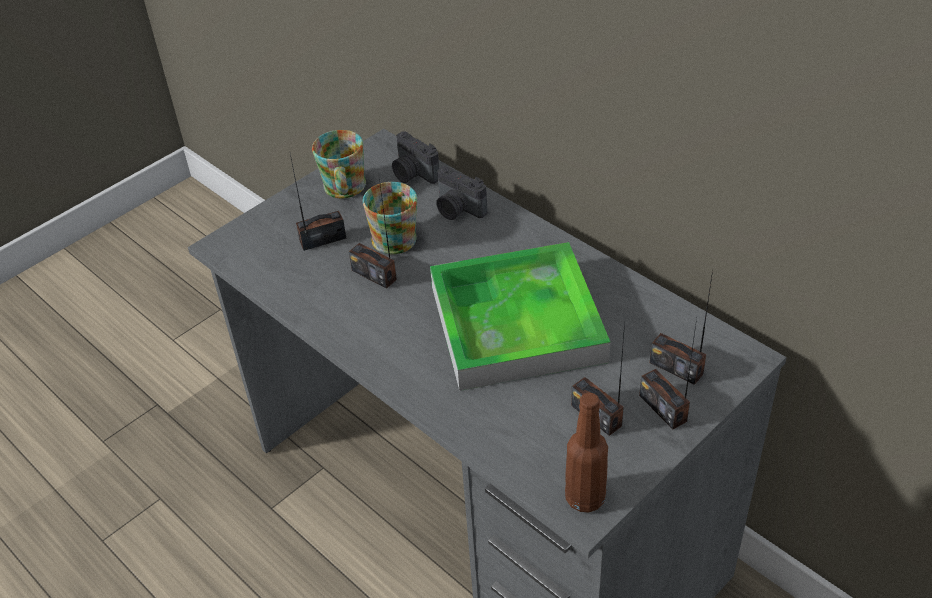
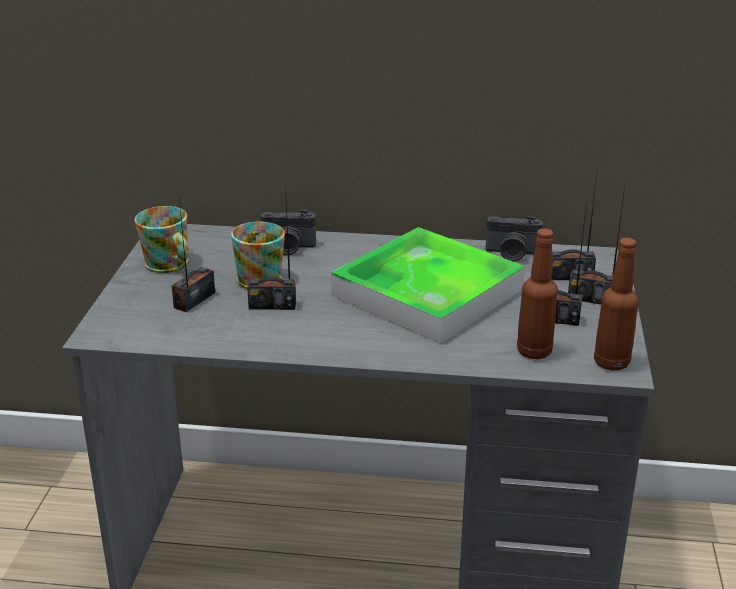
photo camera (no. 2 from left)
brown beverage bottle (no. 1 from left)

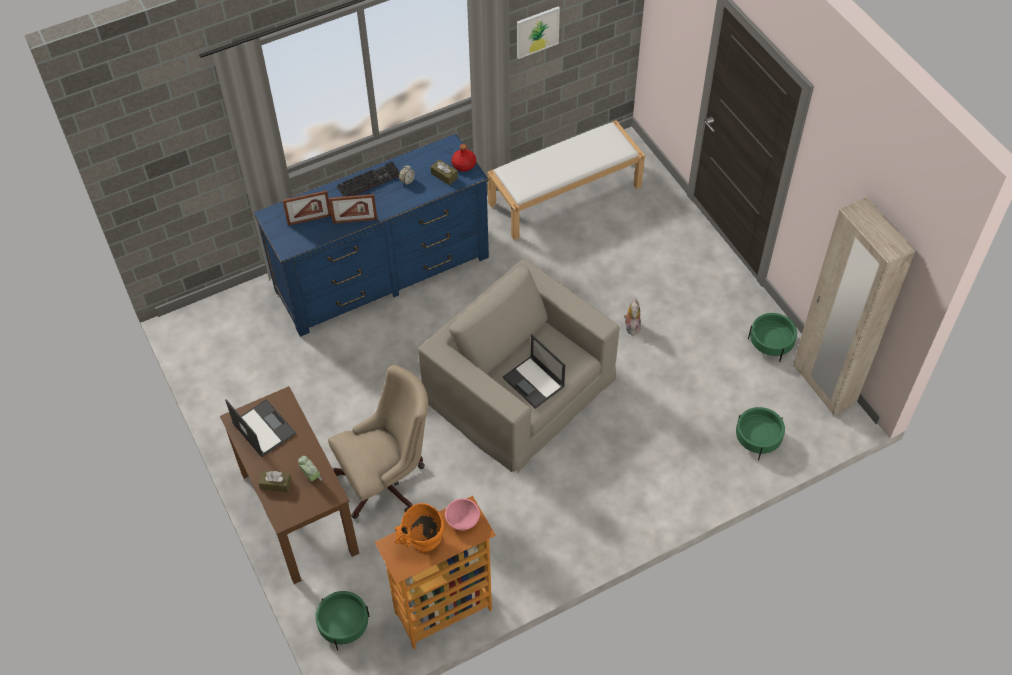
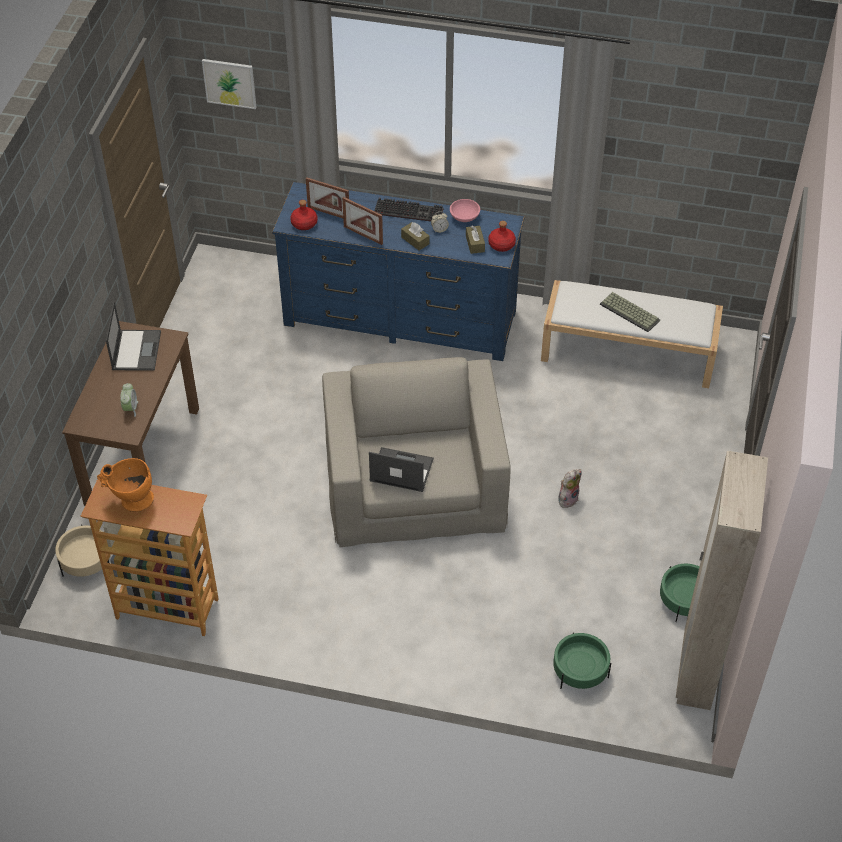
picture
laptop (no. 2 from left)
sand-coloured desk chair
brown tissue holder (no. 1 from left)
pink bowl
sand-coloured planter
red-coloured beverage bottle (no. 1 from left)
keyboard (no. 2 from left)

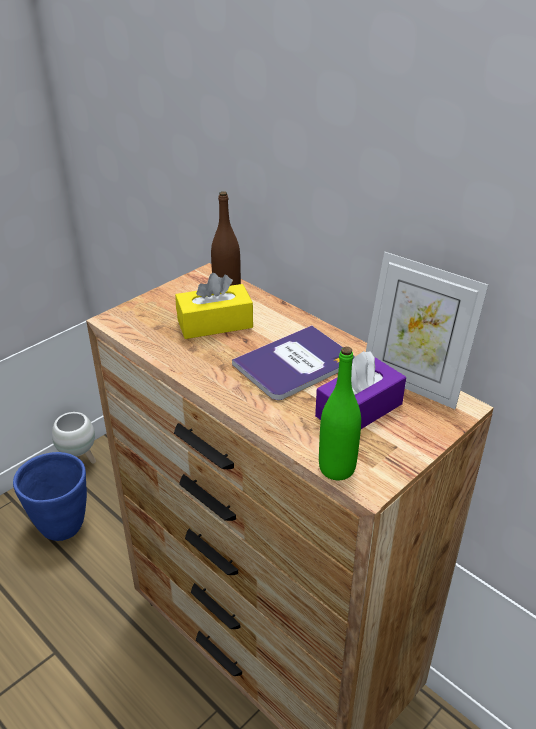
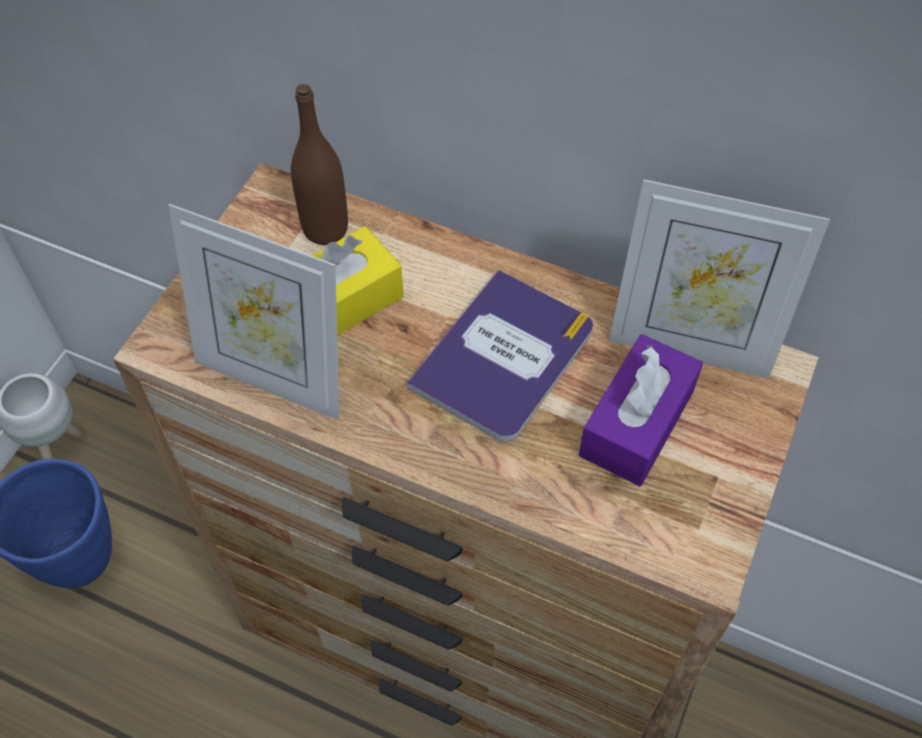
green beverage bottle
photo frame (no. 1 from left)

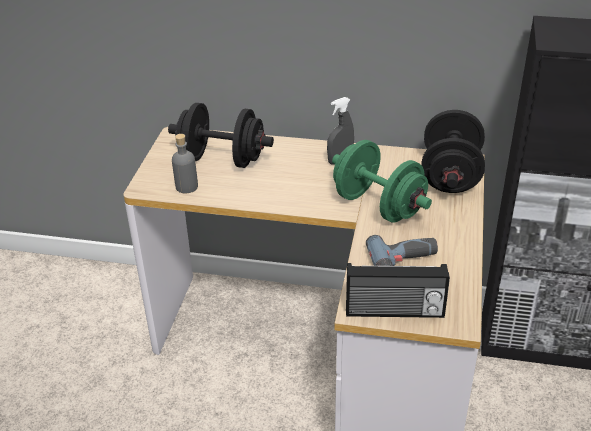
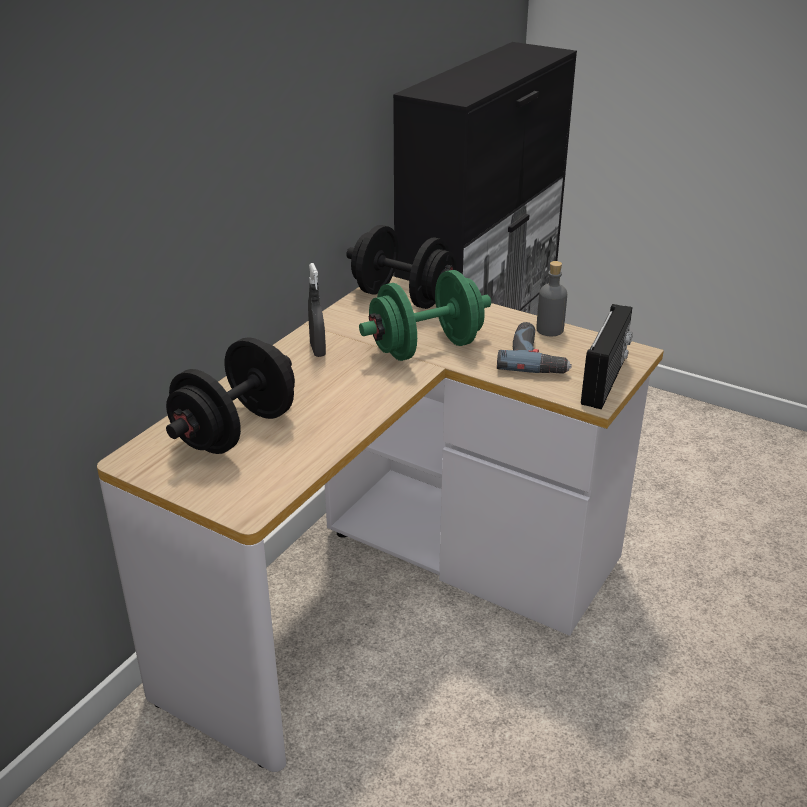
grey beverage bottle

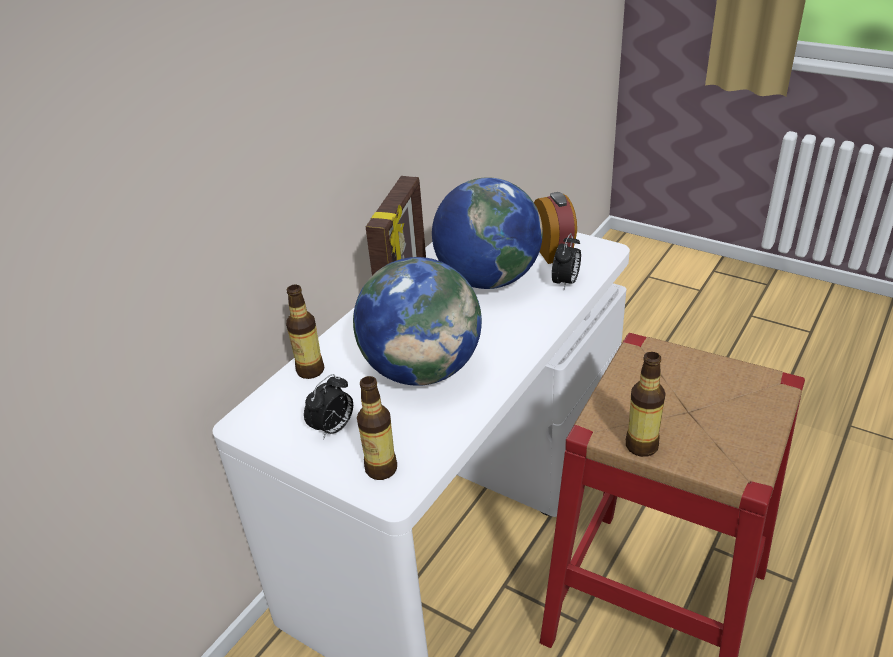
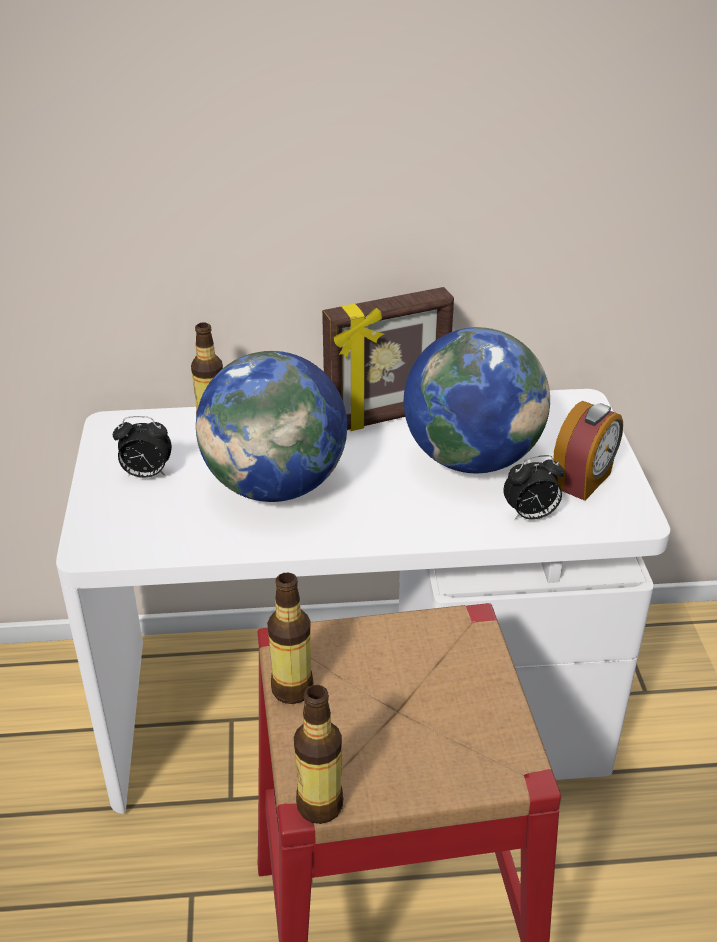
beverage bottle (no. 3 from left)

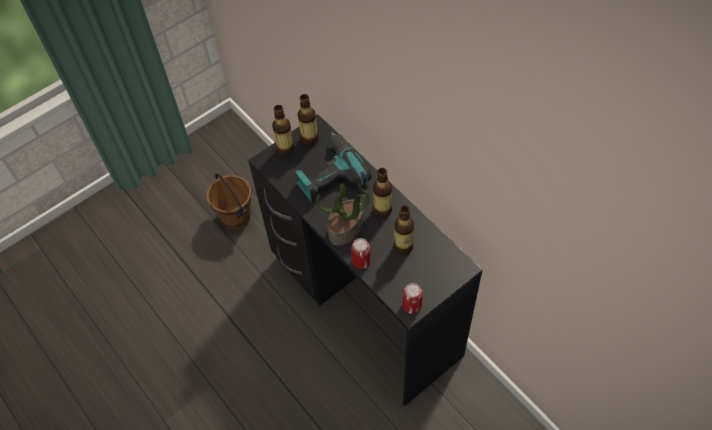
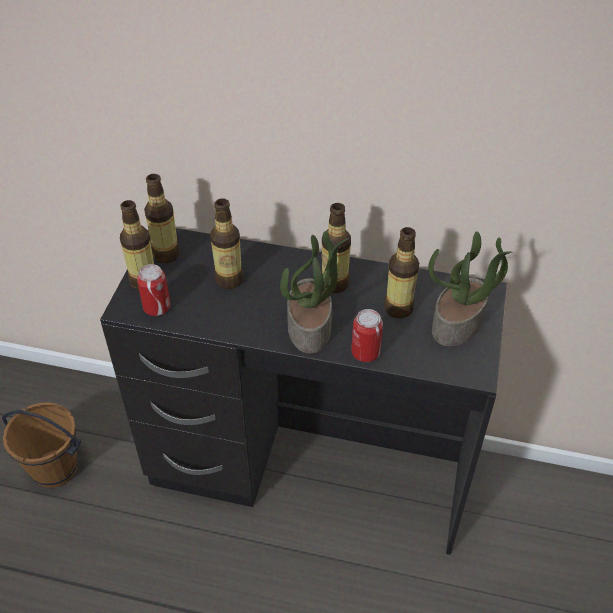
beverage bottle (no. 3 from left)
sealed can (no. 1 from left)
houseplant (no. 2 from left)

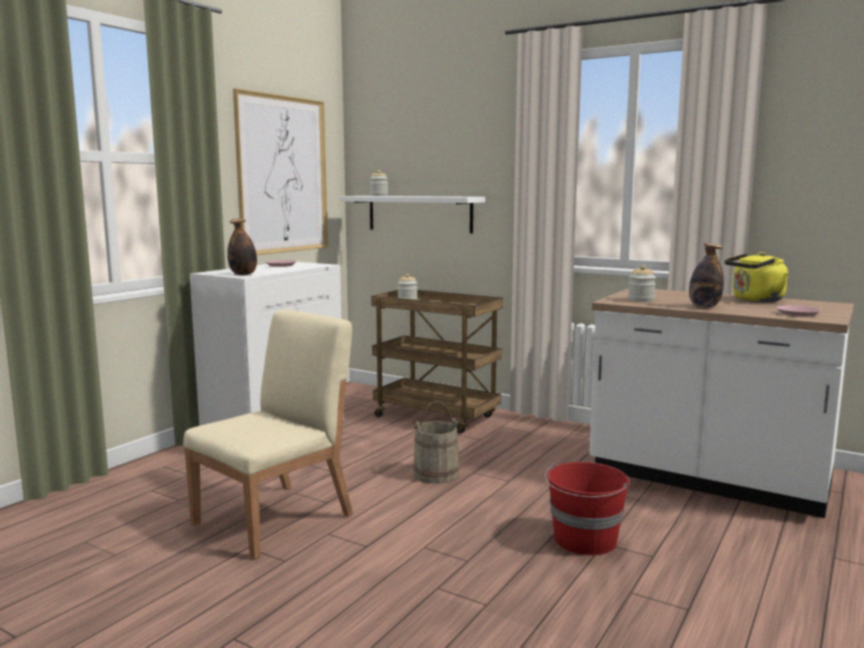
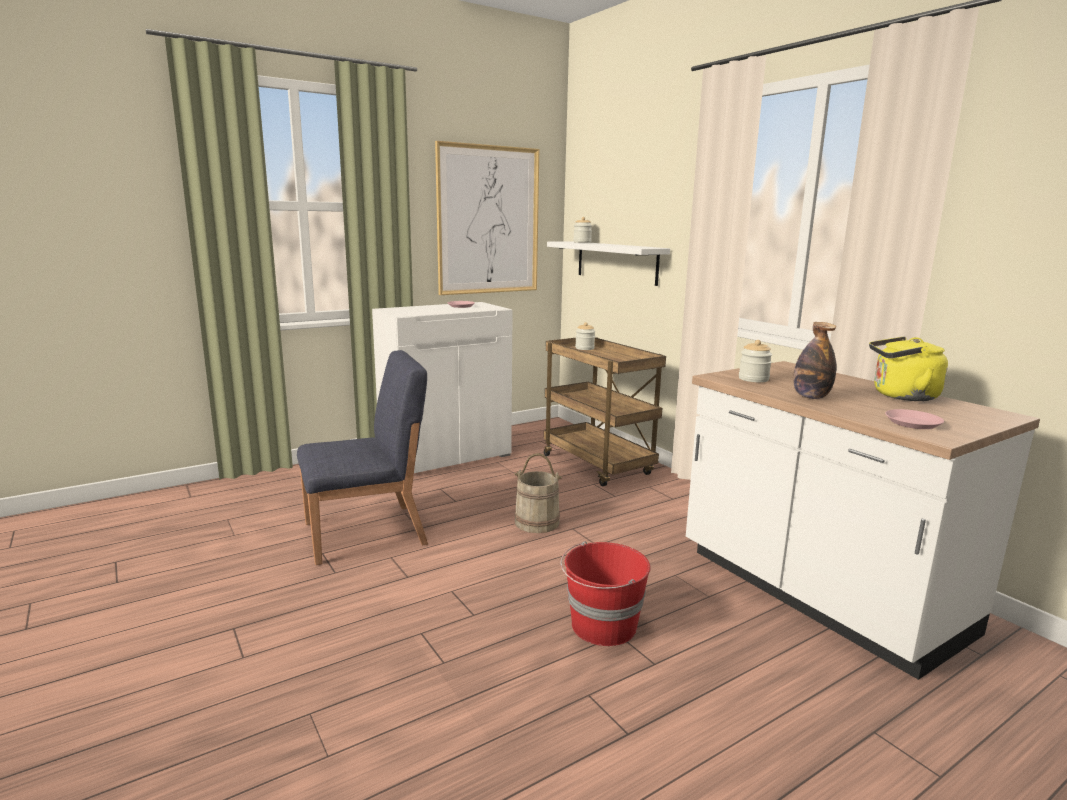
beverage bottle (no. 1 from left in the first image)
bluish chair

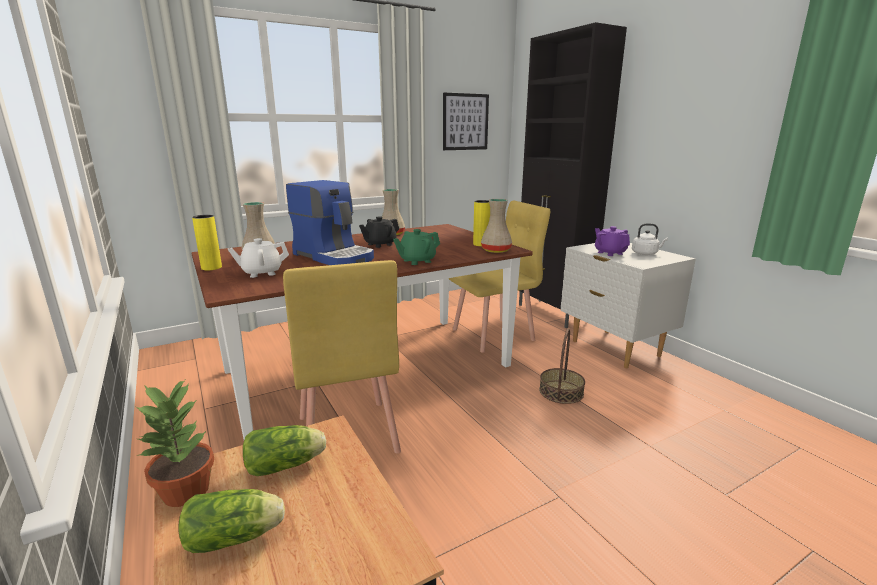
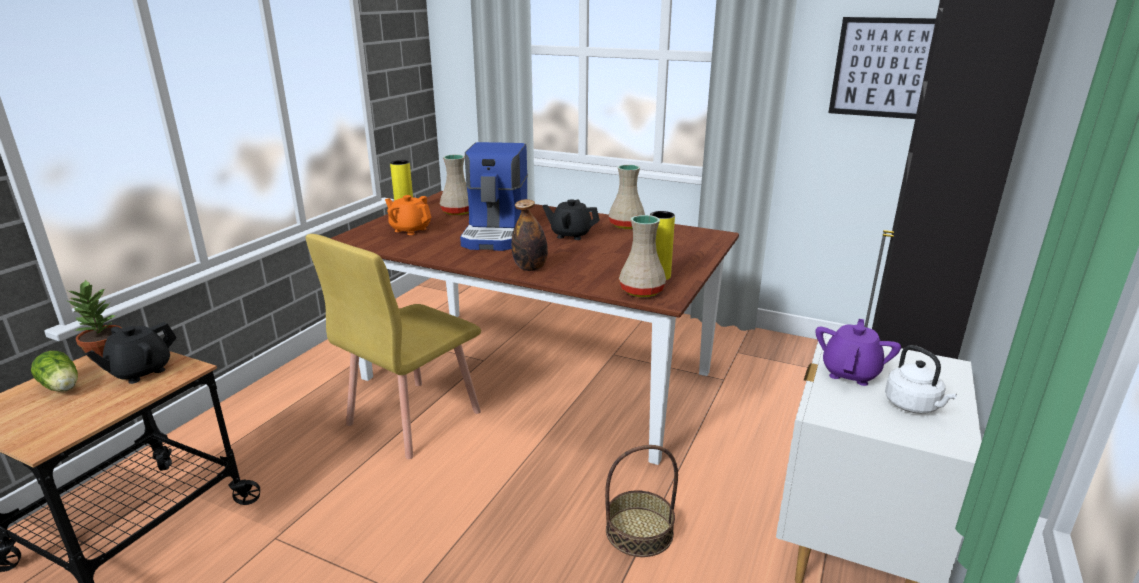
yellow-coloured chair (no. 2 from left in the first image)
beverage bottle
orange teapot
blackish teapot (no. 1 from left)

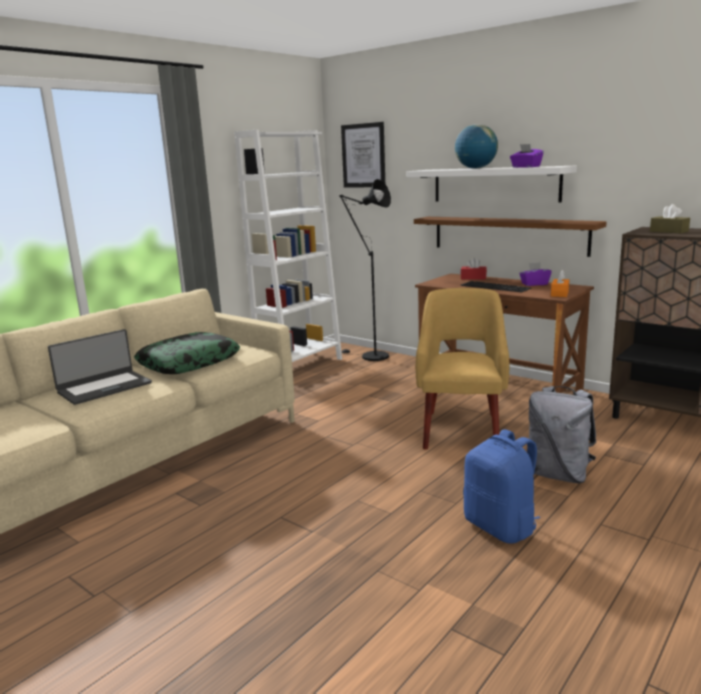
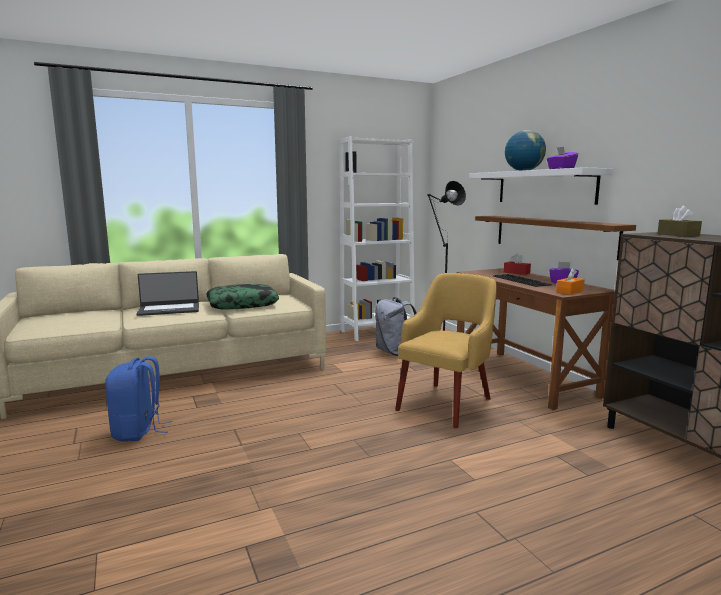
picture
grey rucksack
bluish rucksack

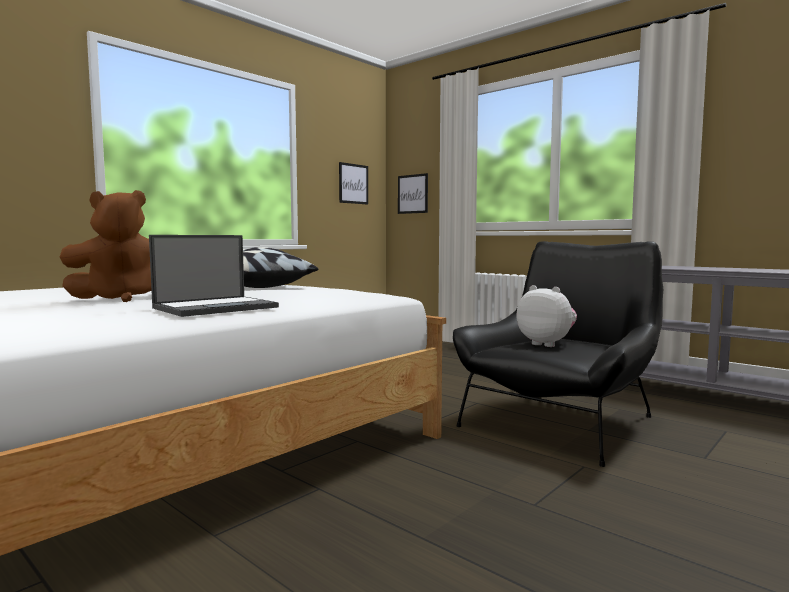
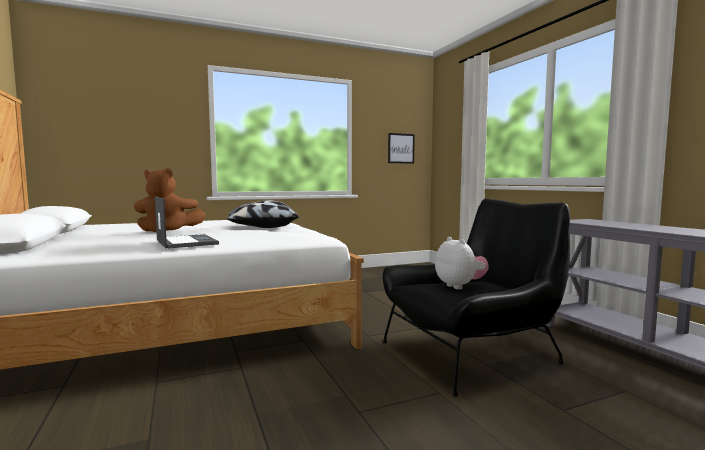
picture (no. 2 from left in the first image)
laptop

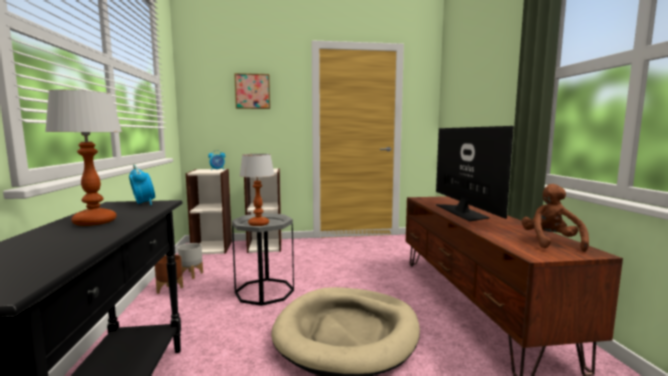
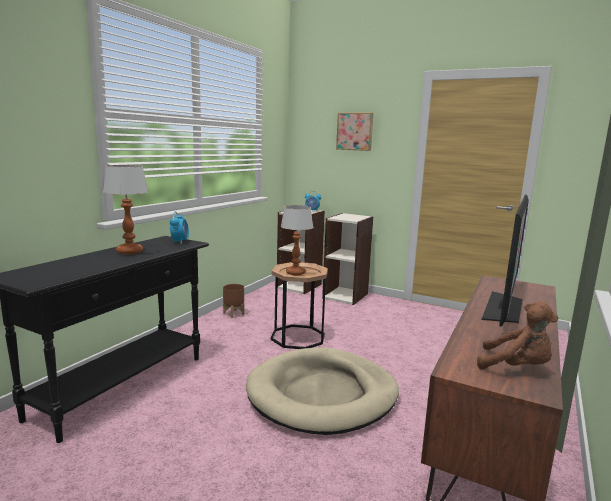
brown soft toy
brown side table
grey planter

